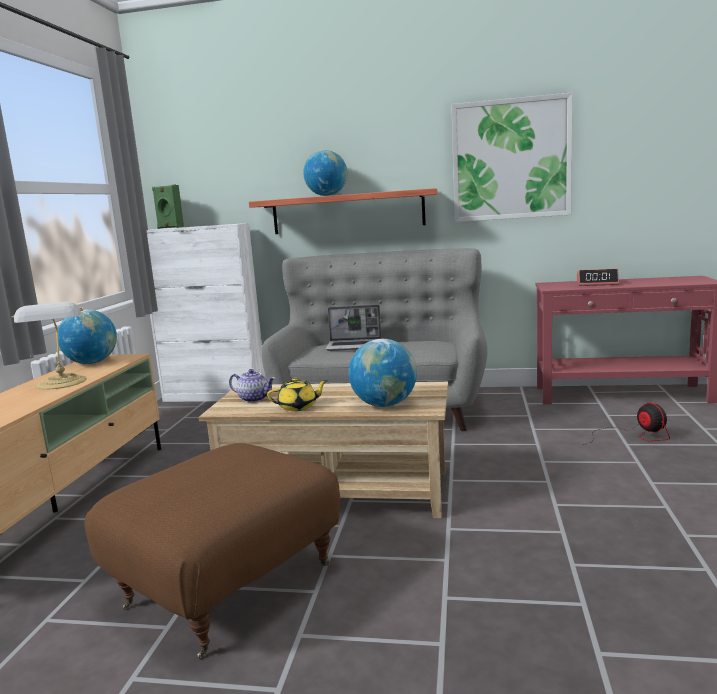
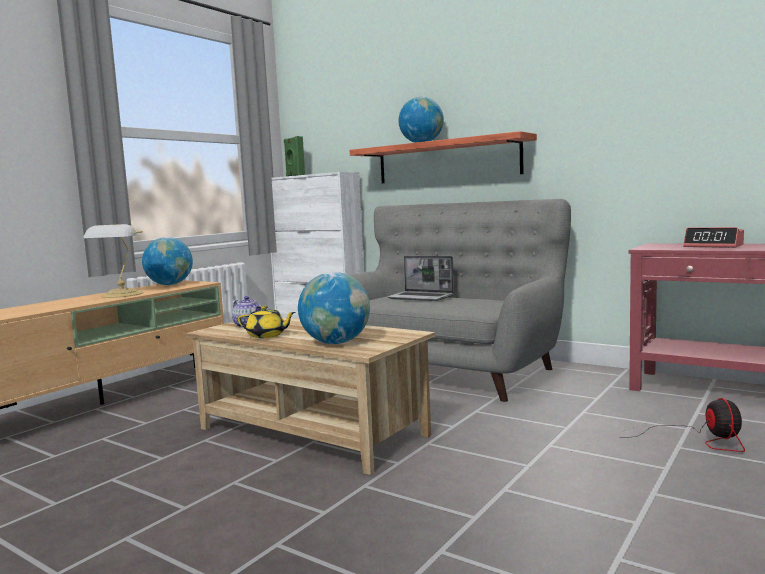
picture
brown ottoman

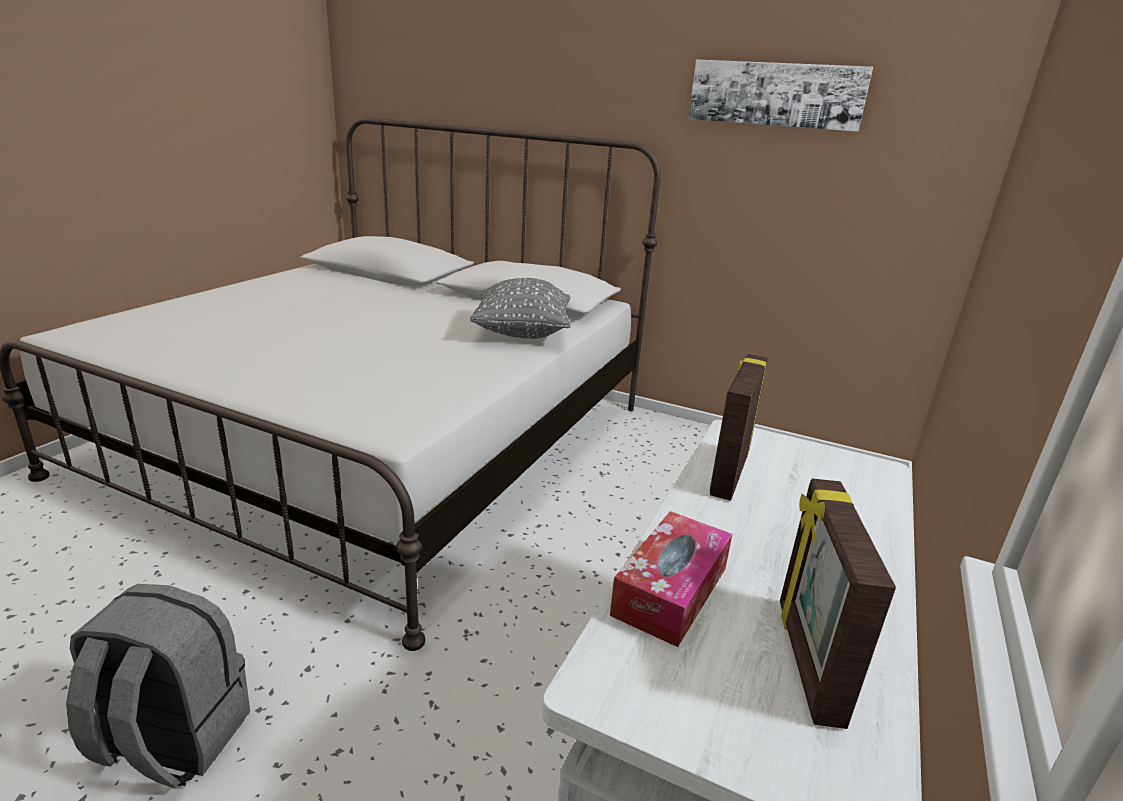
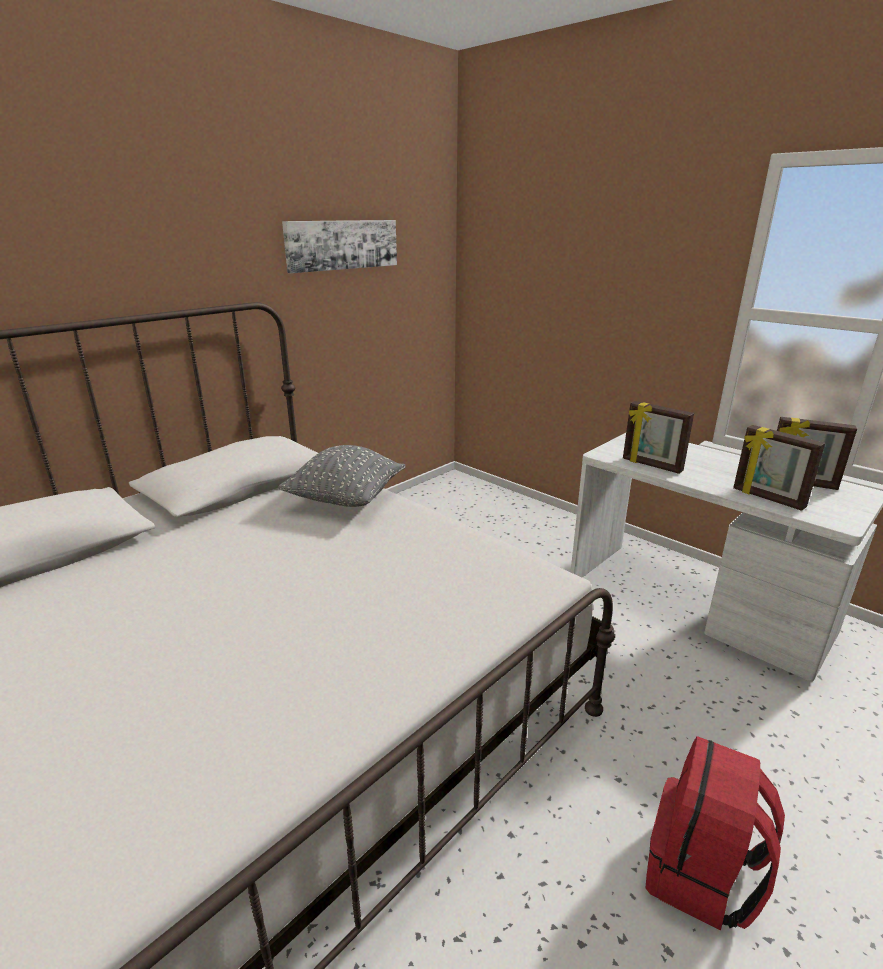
photo frame (no. 2 from left)
red-coloured rucksack

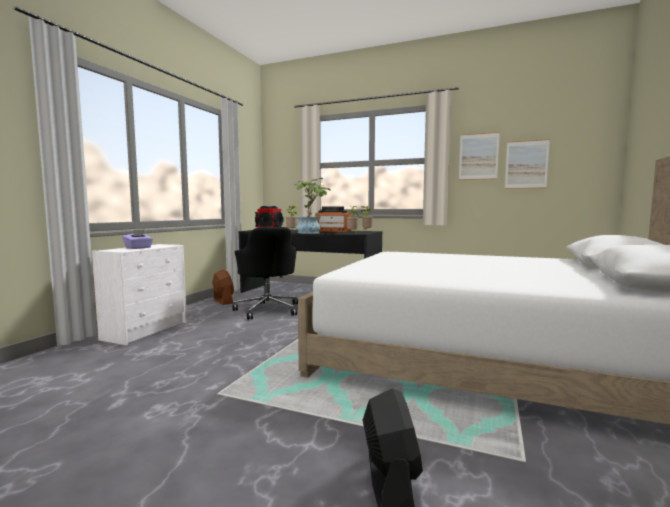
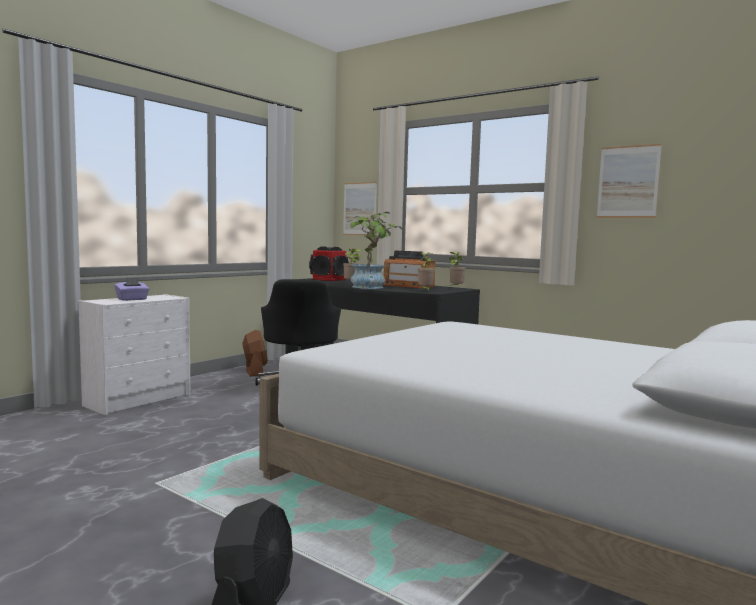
picture (no. 1 from left)

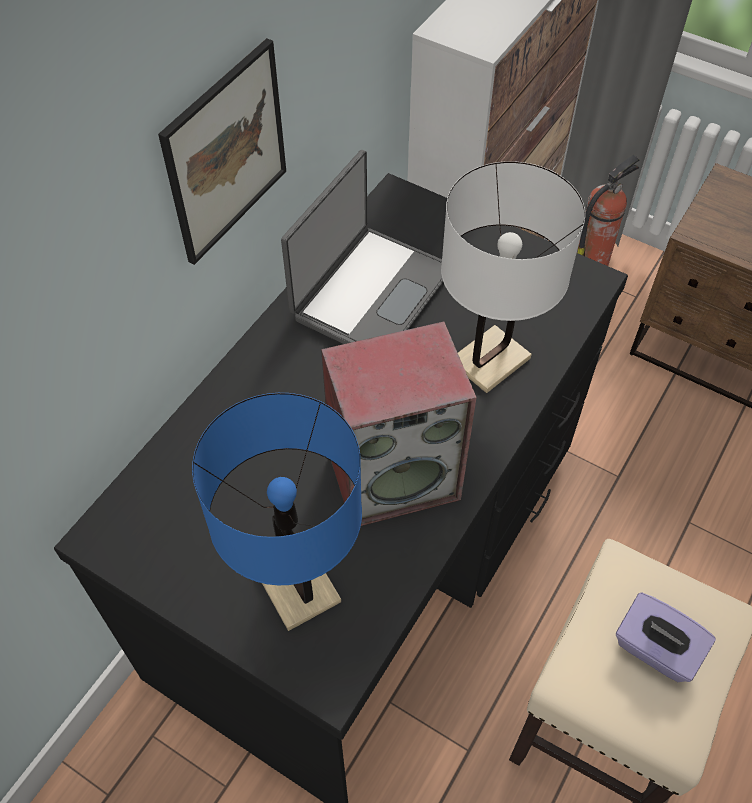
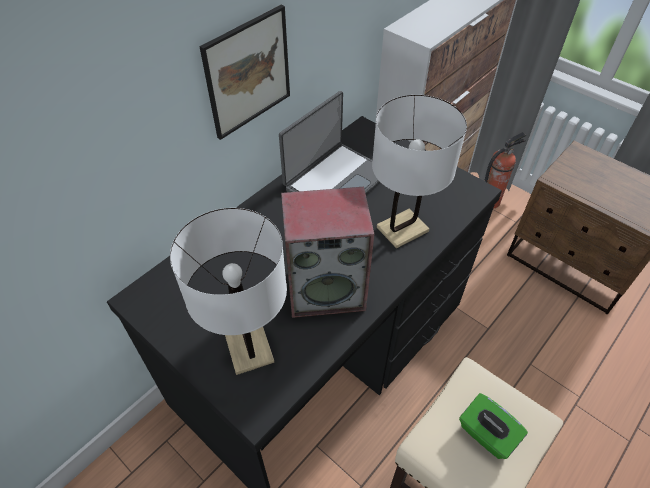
whitish tabletop lamp (no. 1 from left)
green tissue holder

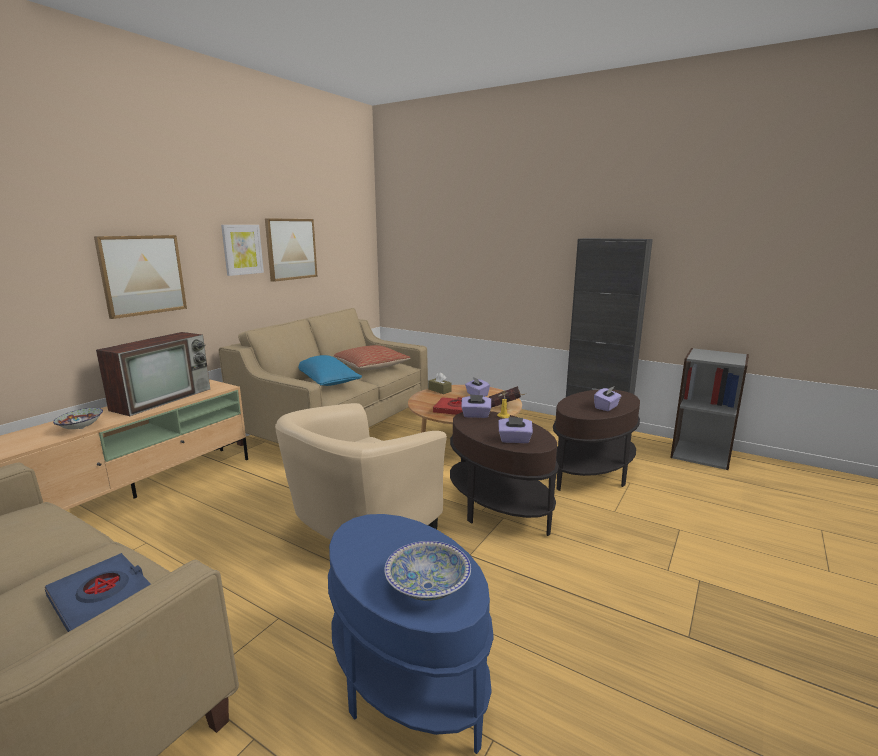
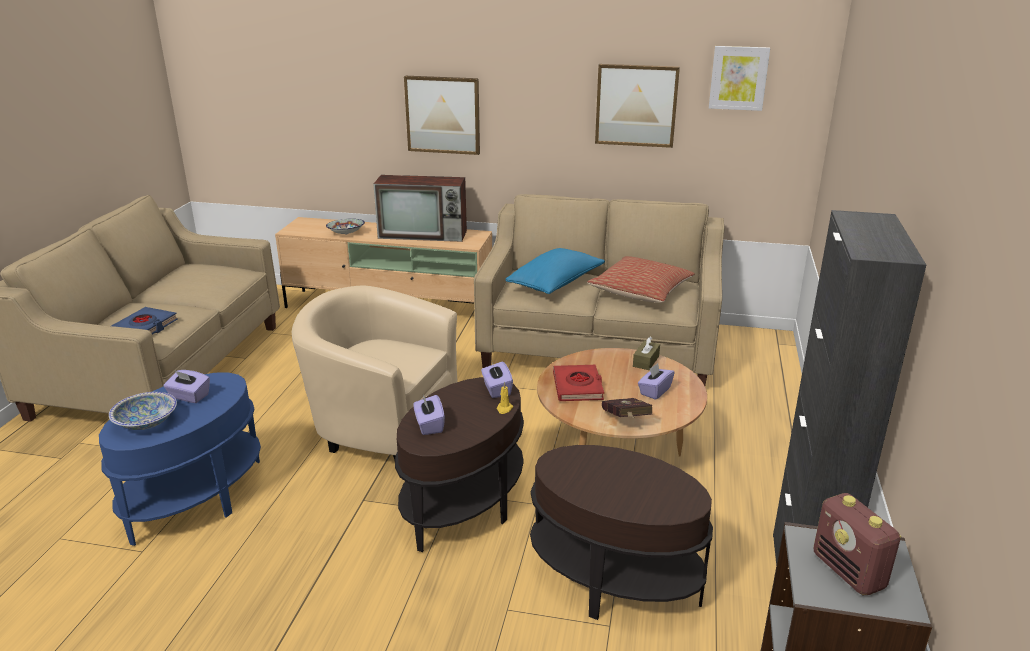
picture (no. 3 from left)
purple-coloured tissue holder (no. 1 from left)
radio receiver

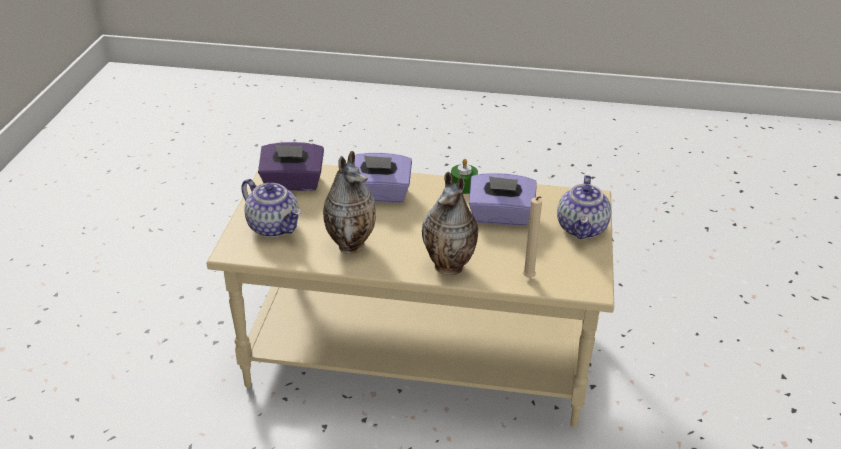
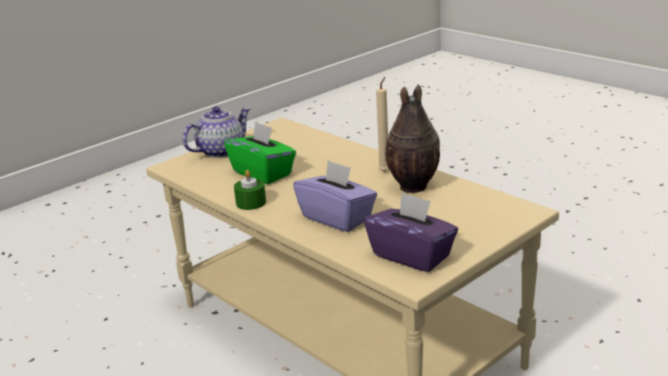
vase (no. 2 from left in the first image)
green tissue holder
teapot (no. 1 from left in the first image)
sand-coloured wax light

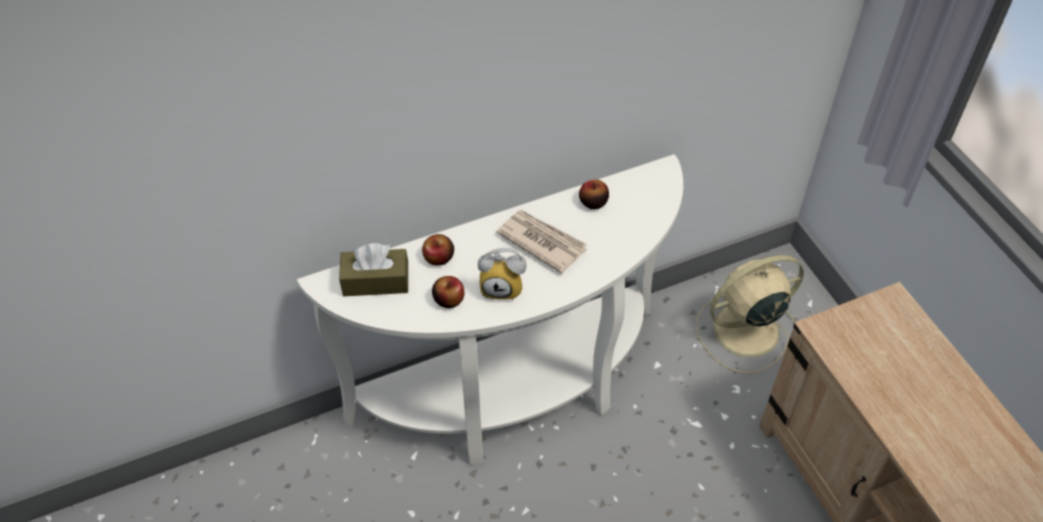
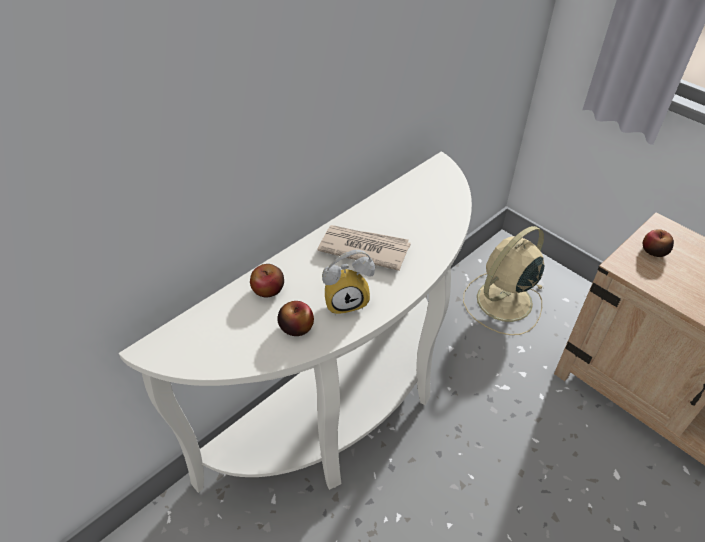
whole apple (no. 3 from left)
brown tissue holder

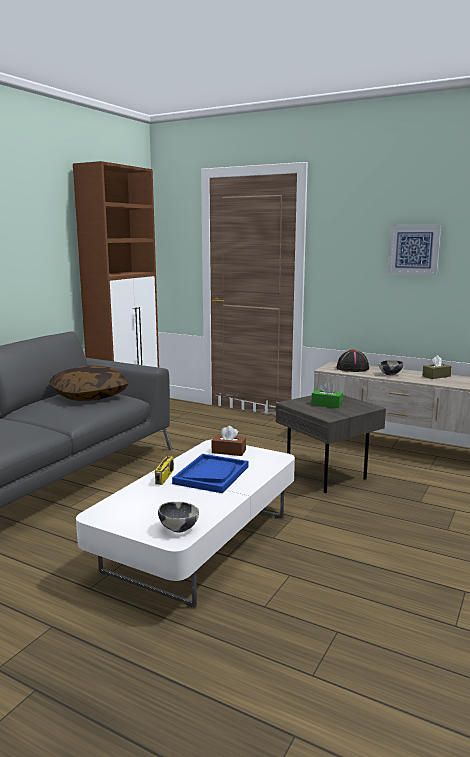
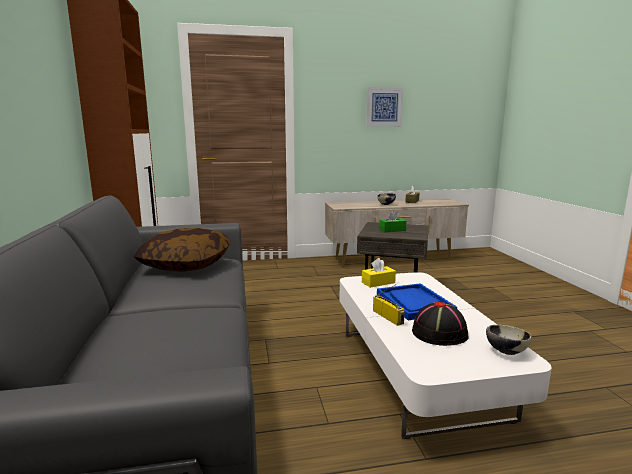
blackish wearable hat
yellow-coloured tissue holder

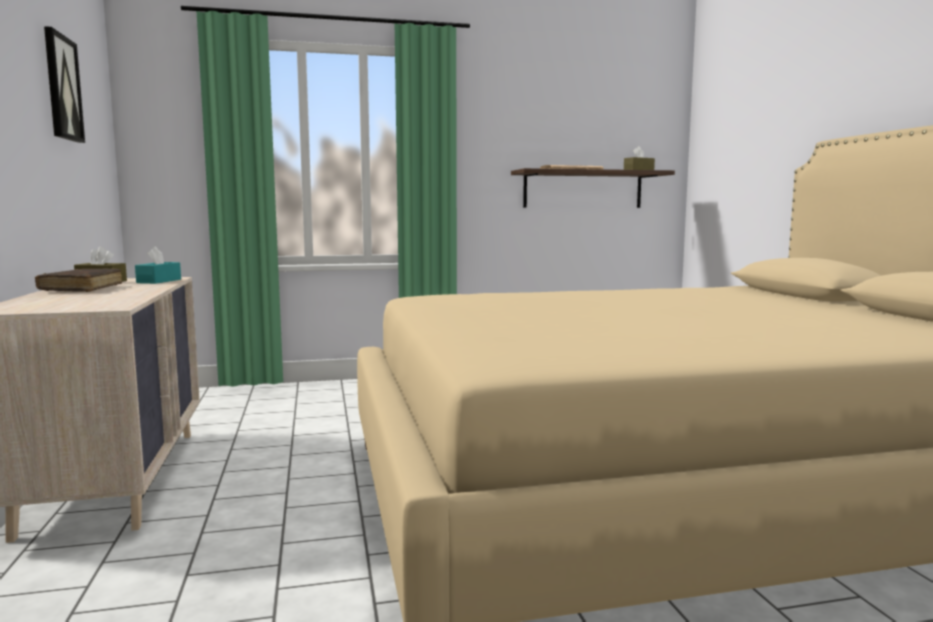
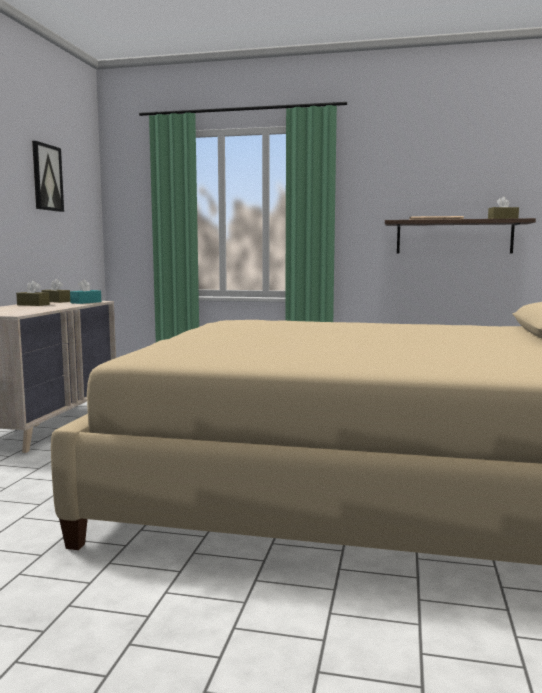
brown tissue holder (no. 1 from left)

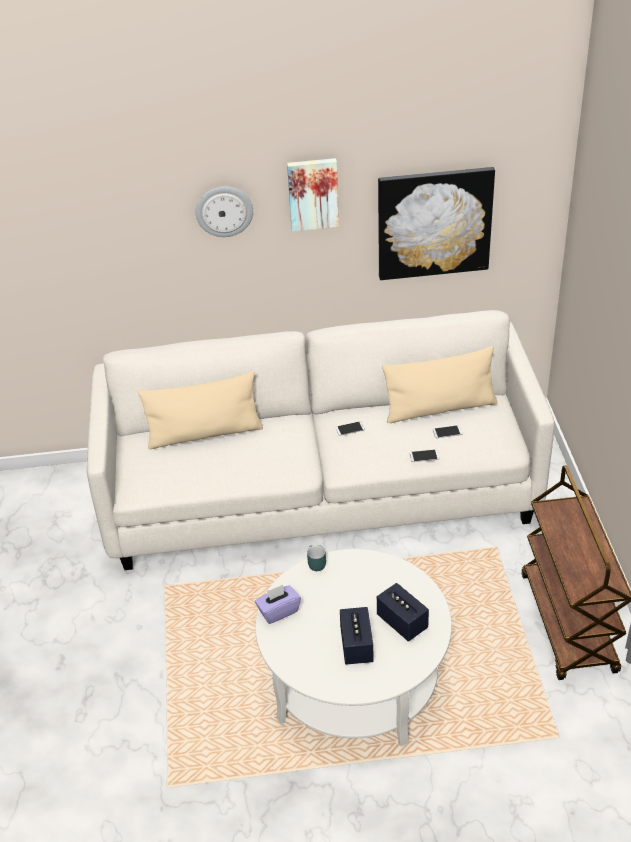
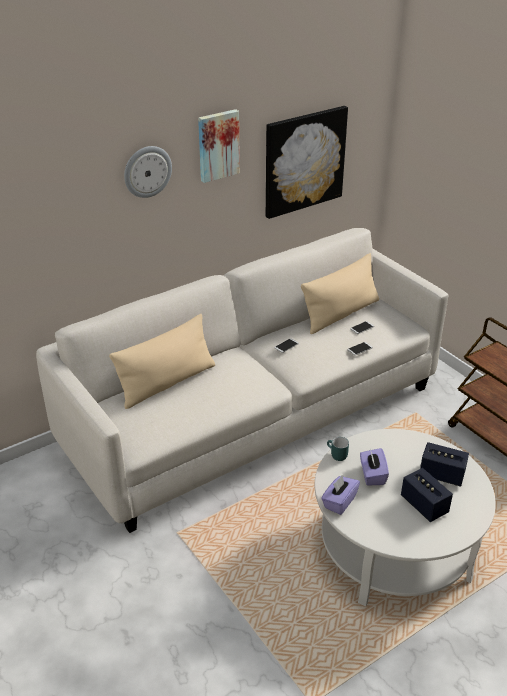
purple-coloured tissue holder (no. 2 from left)

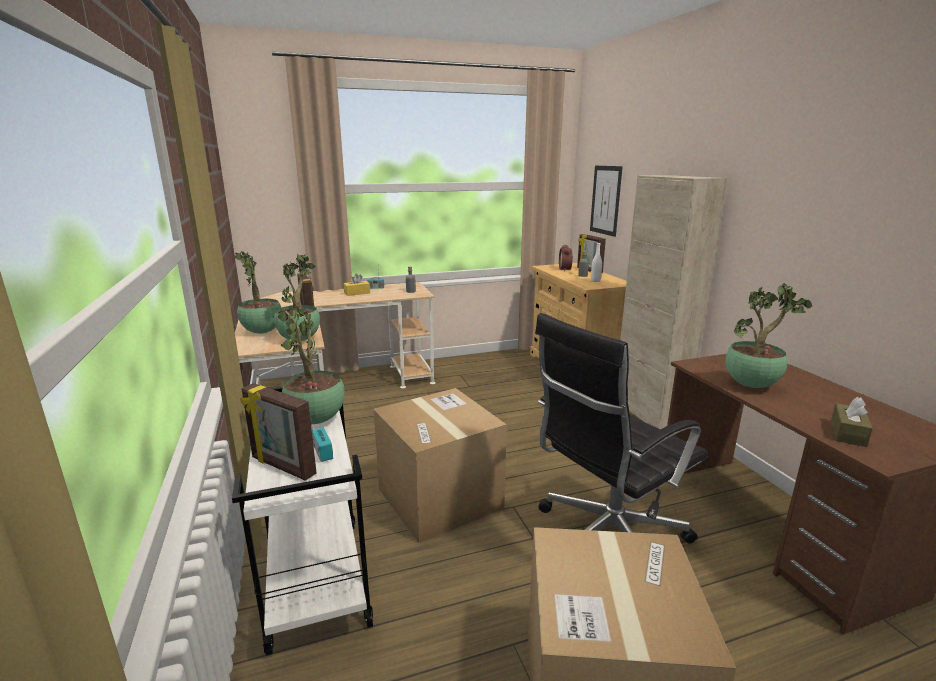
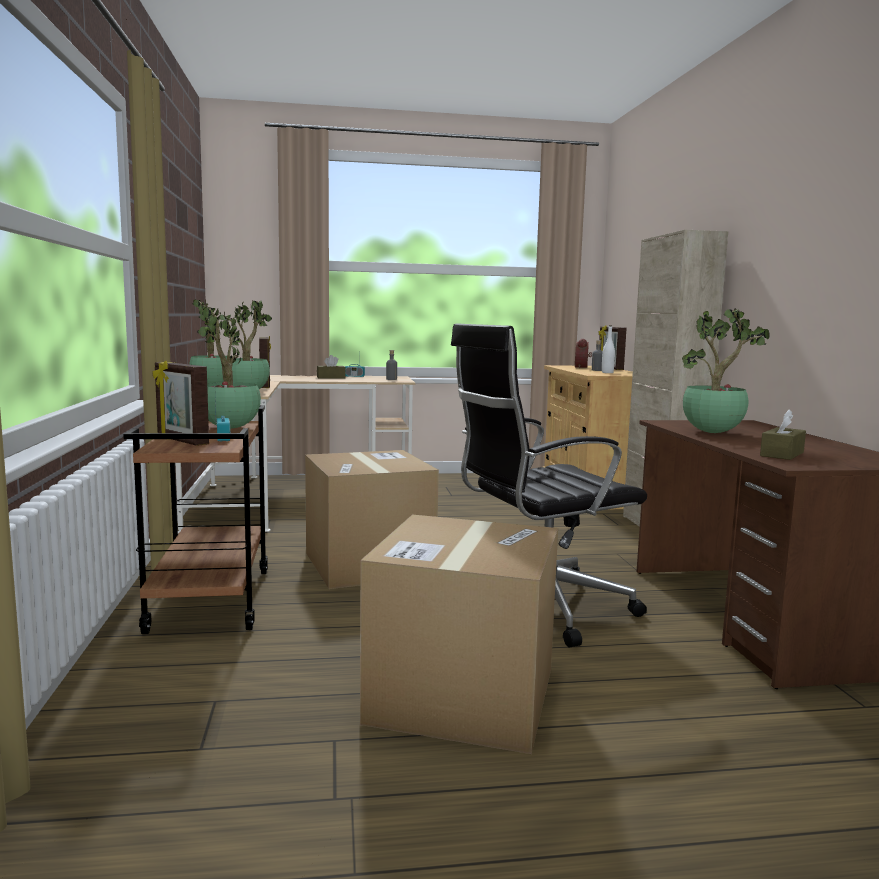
picture
brown tissue holder (no. 1 from left)
brown cart

